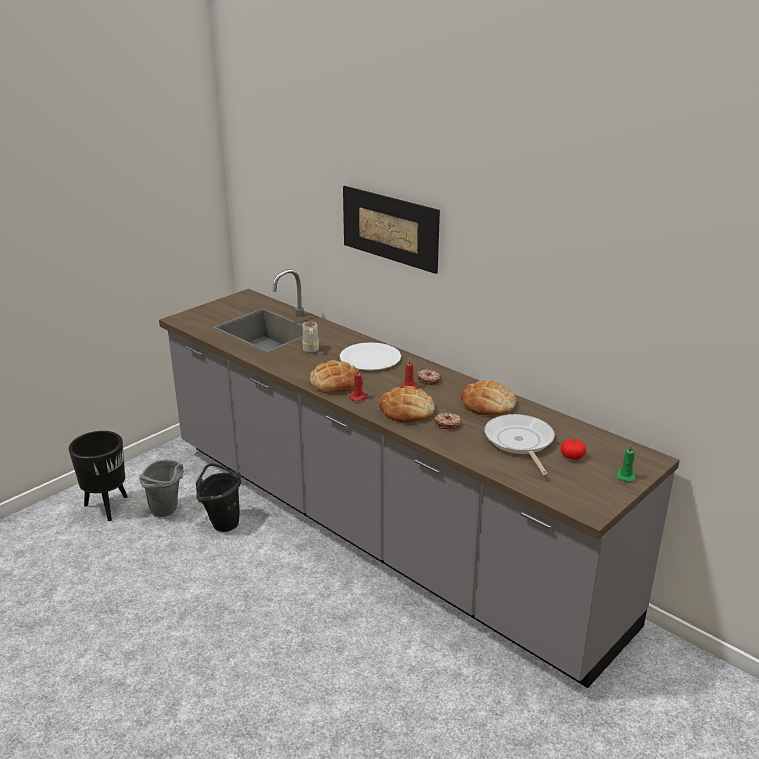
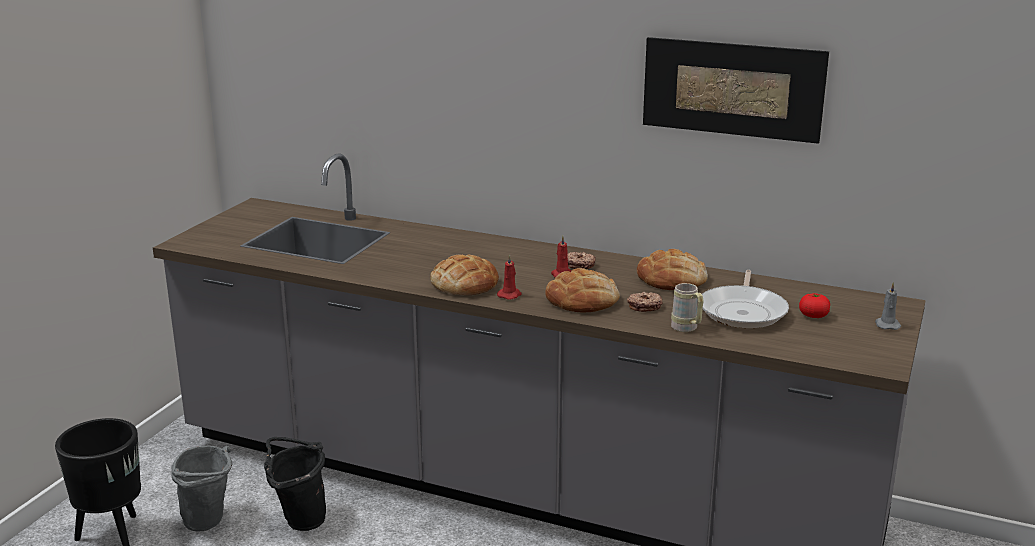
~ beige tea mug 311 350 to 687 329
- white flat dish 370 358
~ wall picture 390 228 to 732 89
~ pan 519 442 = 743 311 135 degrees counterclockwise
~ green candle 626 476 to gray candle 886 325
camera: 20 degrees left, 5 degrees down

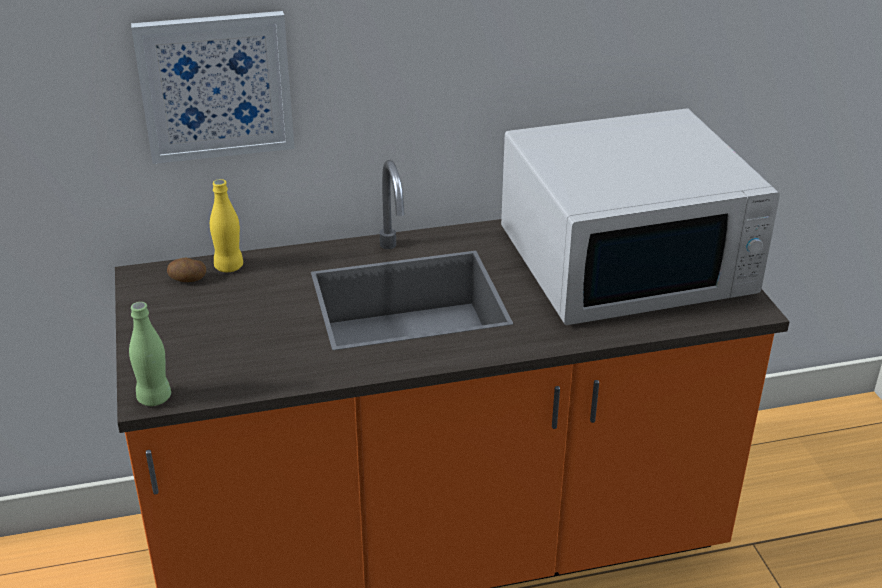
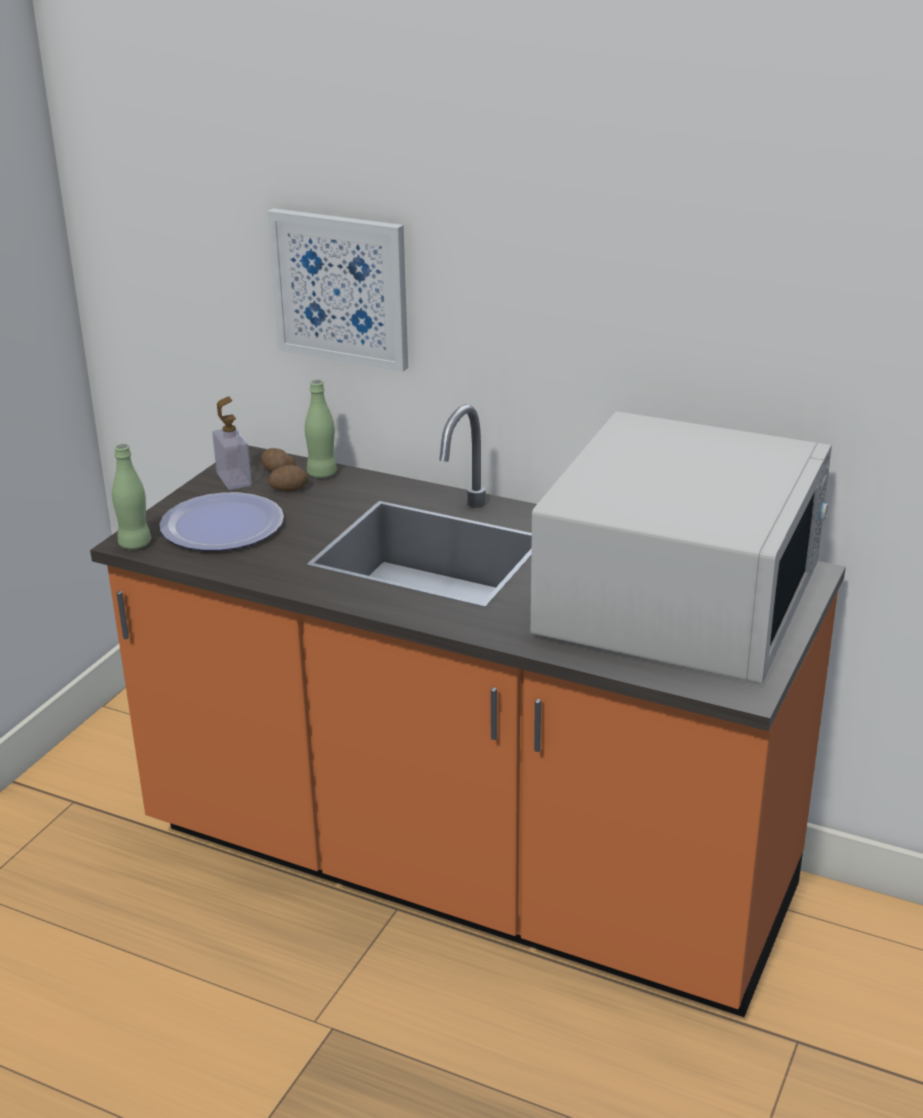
~ yellowish drink bottle 229 266 to green drink bottle 322 474
~ white microwave 627 262 = 681 600 90 degrees counterclockwise
+ flat dish 222 525
+ soap bottle 234 479
+ spud 289 488
camera: 40 degrees right, 5 degrees down

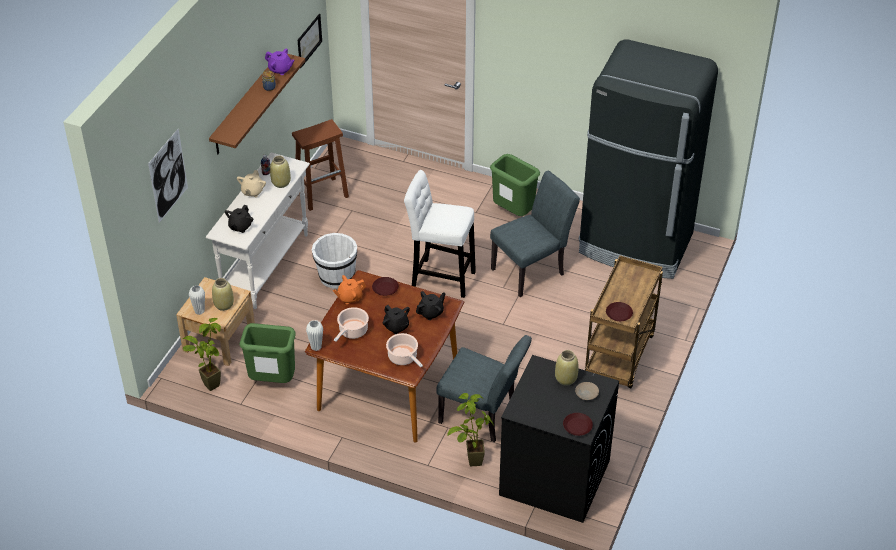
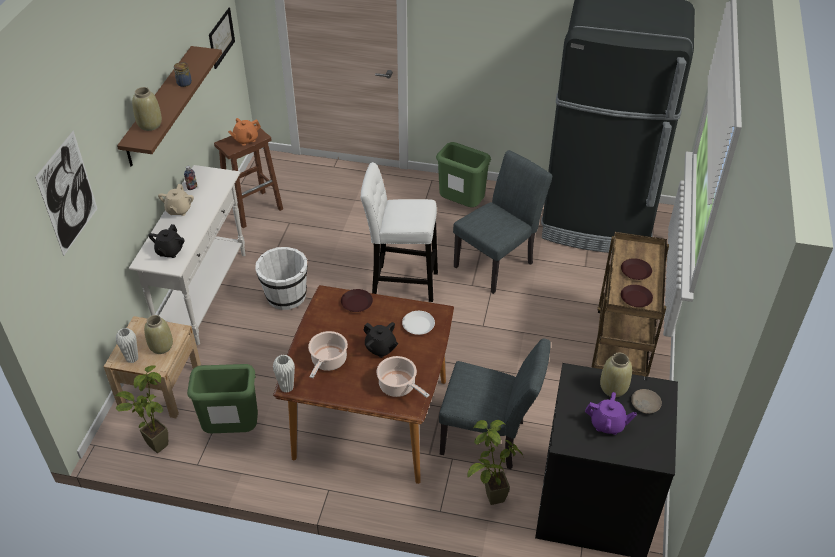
~ purple-coloured tea pot 280 70 to 607 424
~ beige decorative vase 281 182 to 150 125
~ orange-coloured tea pot 349 297 to 245 139
~ black-coloured tea pot 431 313 to white flat dish 418 325
~ brown-coloured flat dish 577 426 to 635 271
camera: 10 degrees left, 0 degrees up

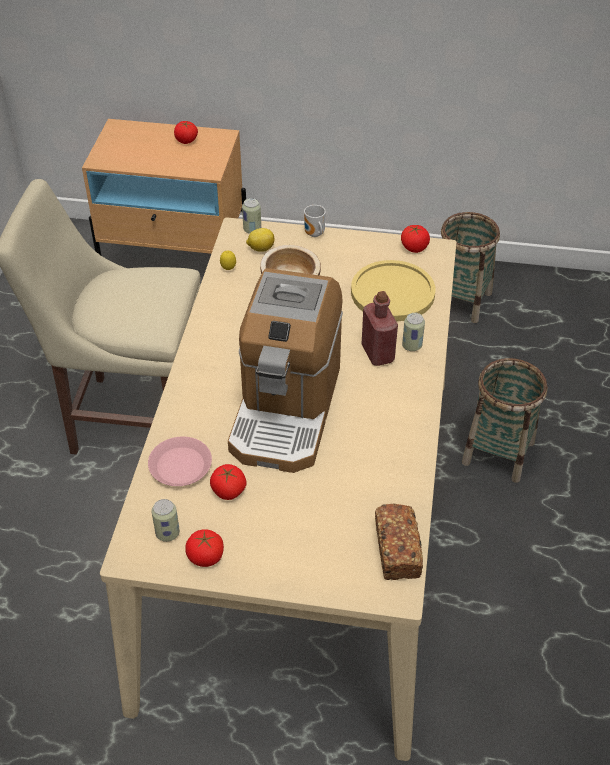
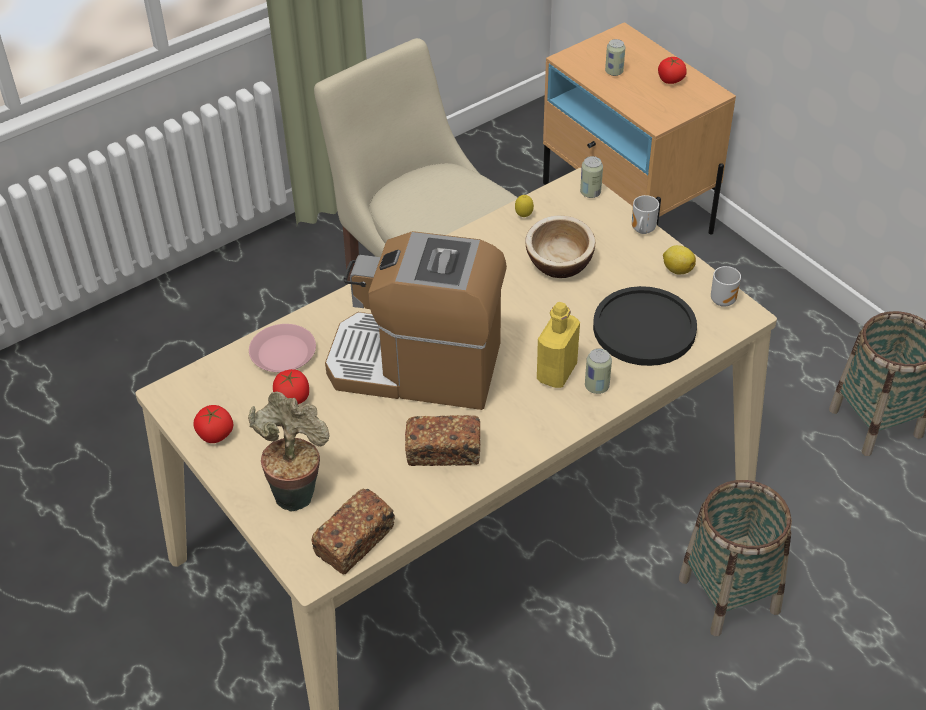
~ metal can 167 533 to 614 72
~ coffee maker 286 409 = 417 366 45 degrees clockwise
~ citrus fruit 260 248 to 677 269
~ yellowish flat dish 392 292 to black-coloured flat dish 644 328
~ reddish drink bottle 377 353 to yellowish drink bottle 556 372
~ whole tomato 414 247 to tea mug 723 300
+ houseplant 296 491
+ bread 443 452
camera: 45 degrees right, 0 degrees up

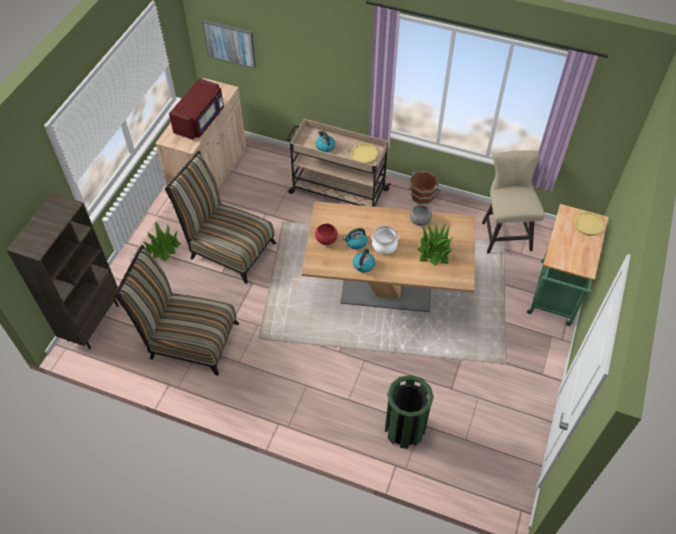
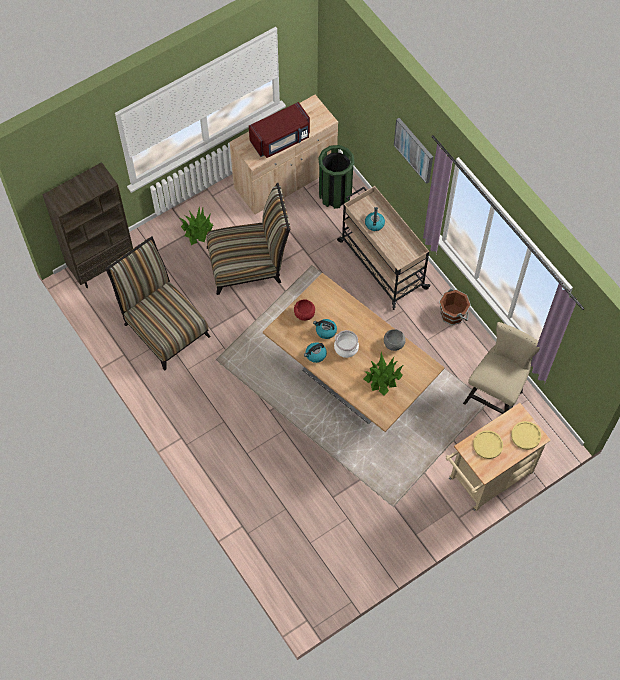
~ plain chair 228 248 = 249 263 105 degrees clockwise
~ wall picture 230 43 to 414 150
~ yellowish flat dish 364 154 to 487 445
~ green trash can 404 429 to 335 194
~ green trolley 554 297 to beige trolley 486 479
camera: 35 degrees right, 10 degrees up

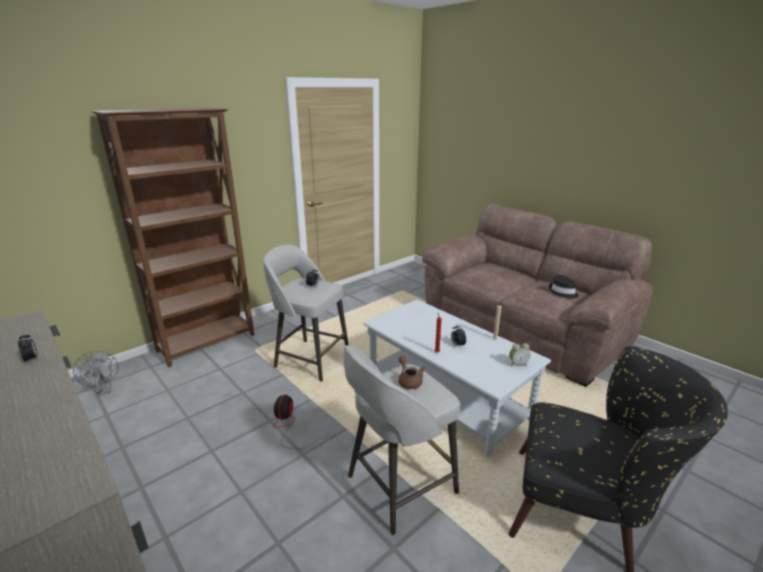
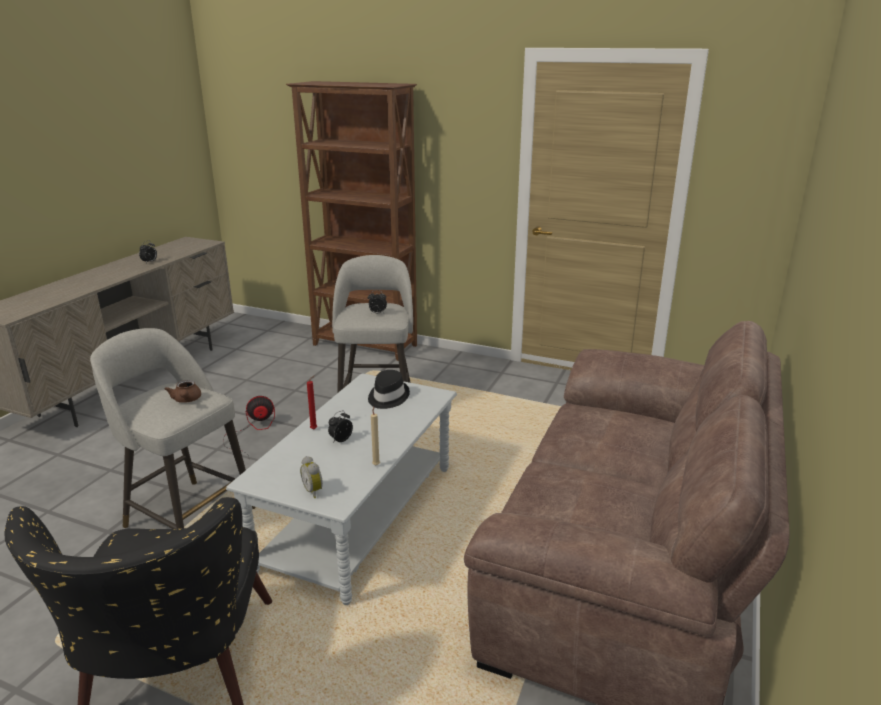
- gray electric fan 104 390
~ brown-coloured tea pot 409 380 = 186 400 120 degrees clockwise
~ black-coloured clothing hat 563 292 to 387 397
camera: 65 degrees right, 0 degrees up

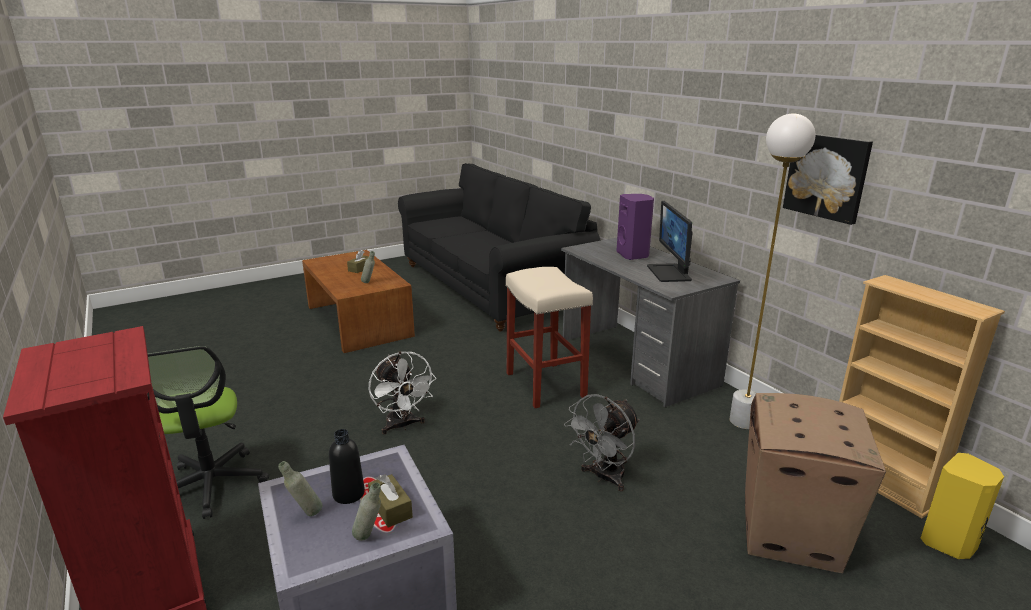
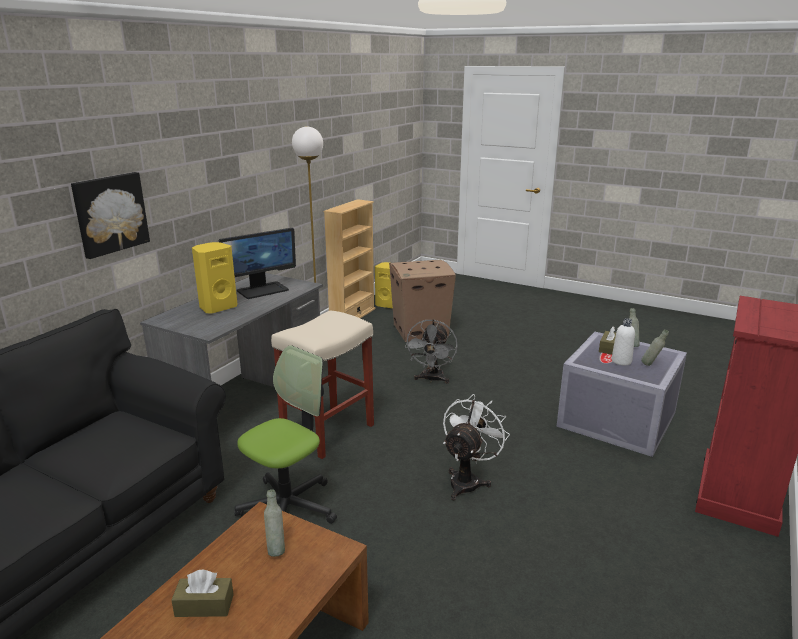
~ computer chair 211 484 to 288 507
~ black-coloured drink bottle 348 494 to white drink bottle 621 361
~ gray electric fan 604 478 = 431 379 90 degrees clockwise
~ purple-coloured audio speaker 633 255 to yellowish audio speaker 217 307
~ wall picture 827 176 to 110 214
camera: 120 degrees left, 0 degrees up

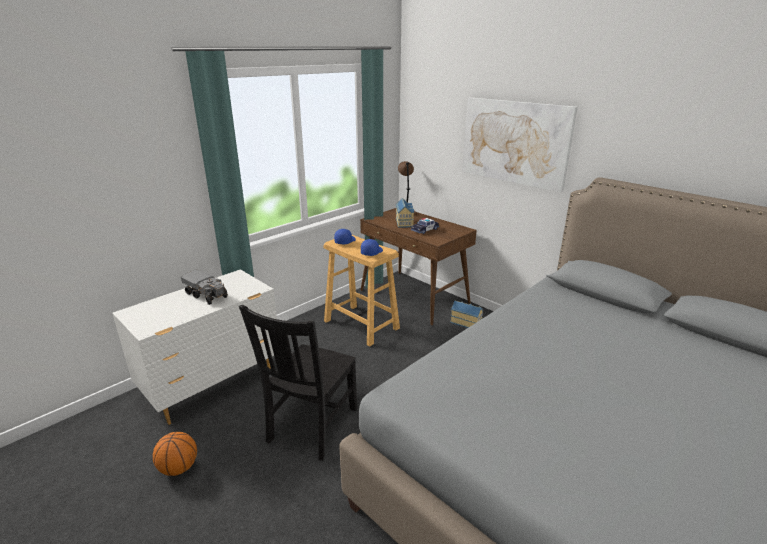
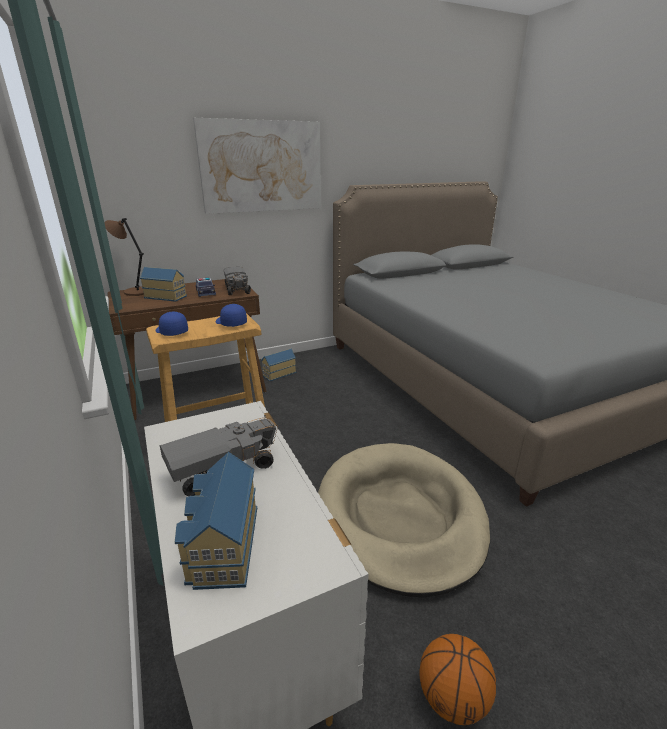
~ black-coloured plain chair 311 426 to beige dog bed 399 516
+ toy house 221 545
+ model truck 237 290
camera: 70 degrees left, 0 degrees up

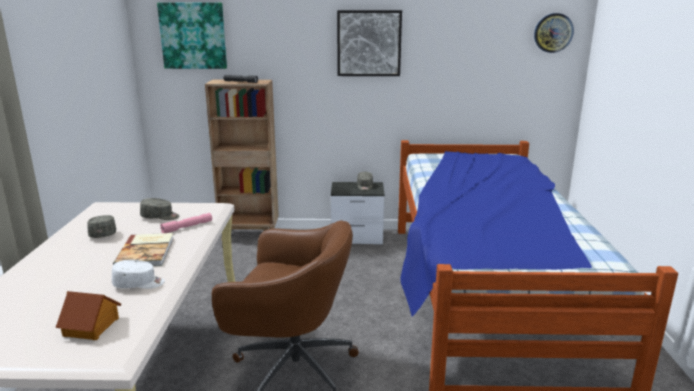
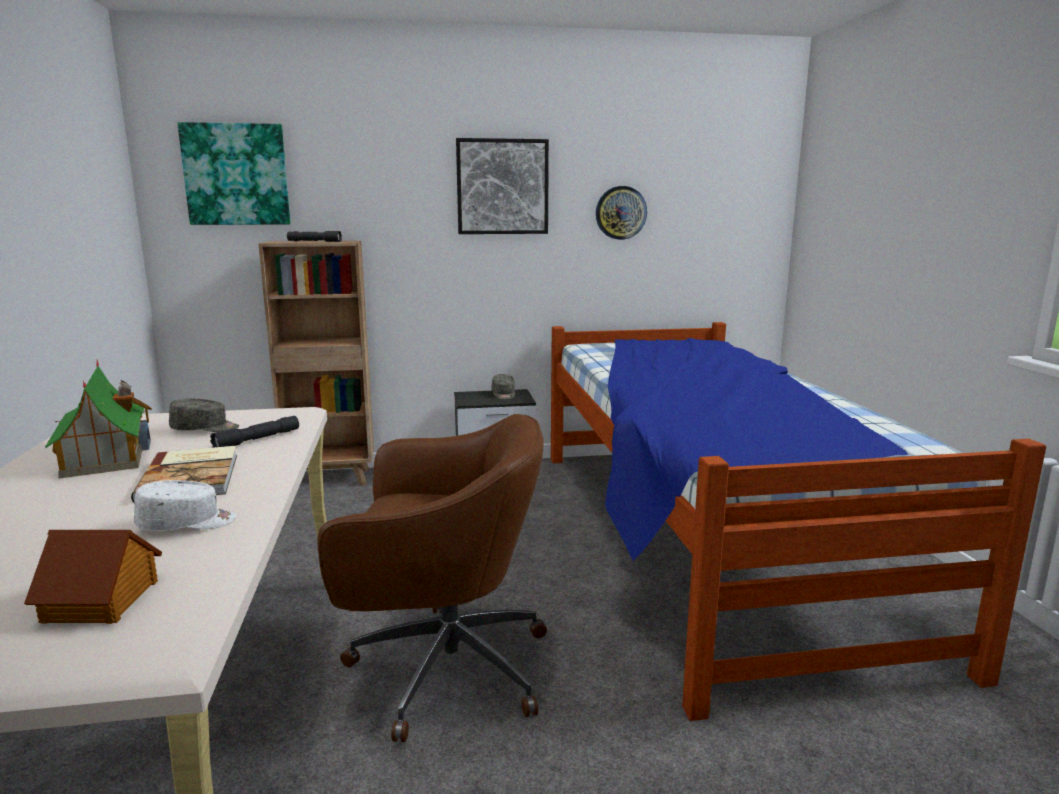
~ gray cap 103 233 to toy house 105 456
~ pinkish hand torch 187 227 to gray hand torch 257 439
~ wall clock 553 33 to 620 212
camera: 10 degrees left, 5 degrees down

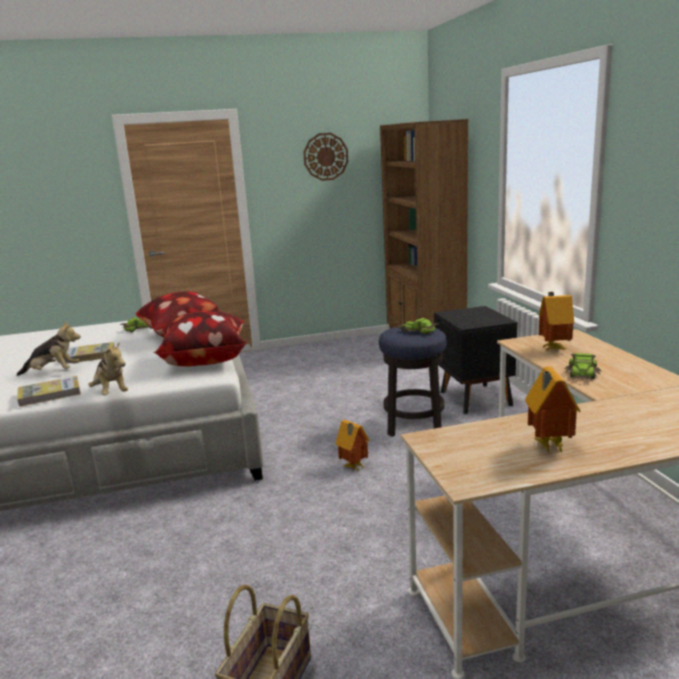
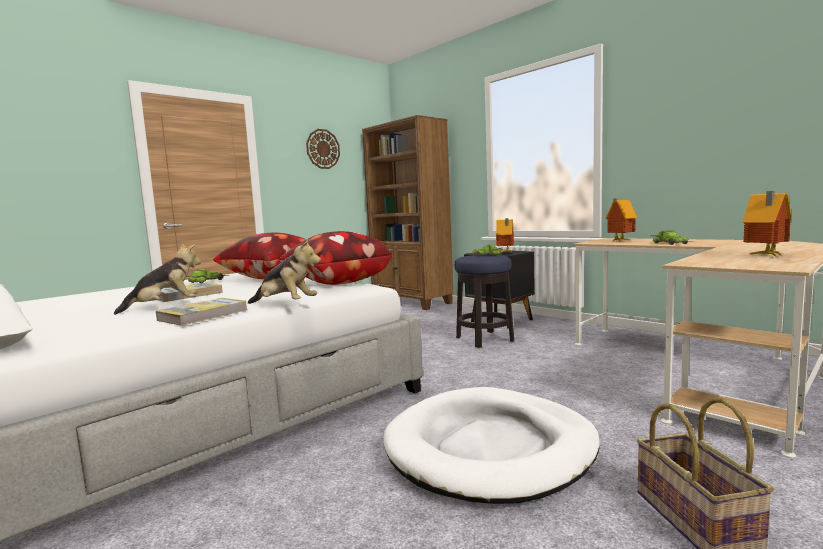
~ toy house 353 467 to 505 253
+ white dog bed 491 448
camera: 30 degrees left, 10 degrees down

